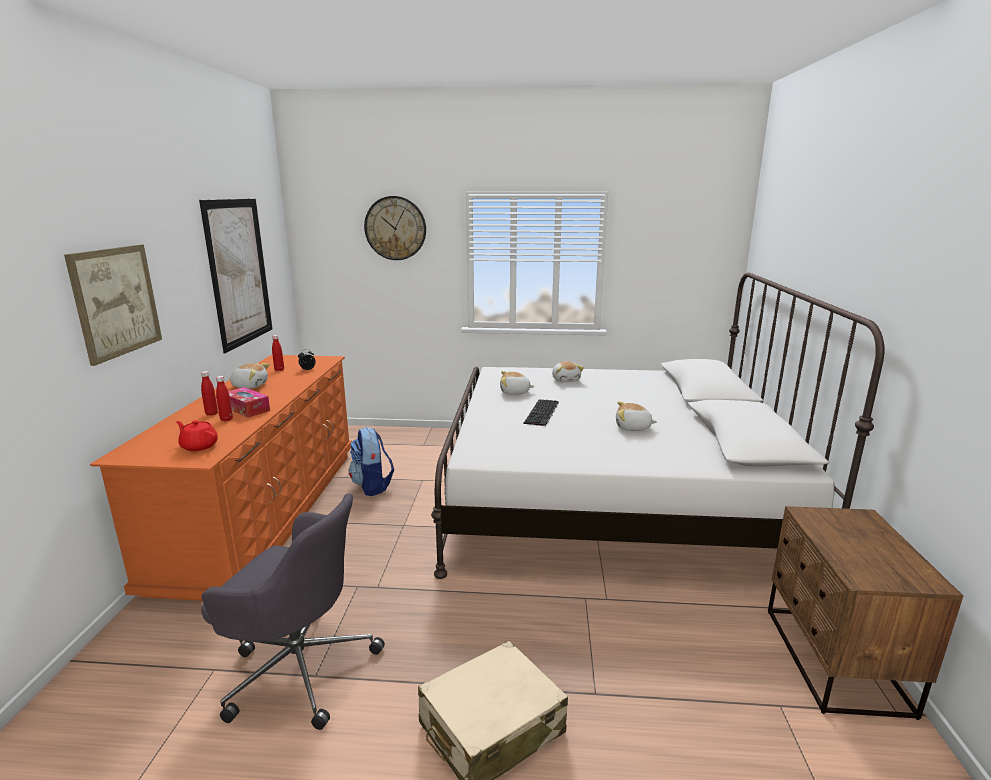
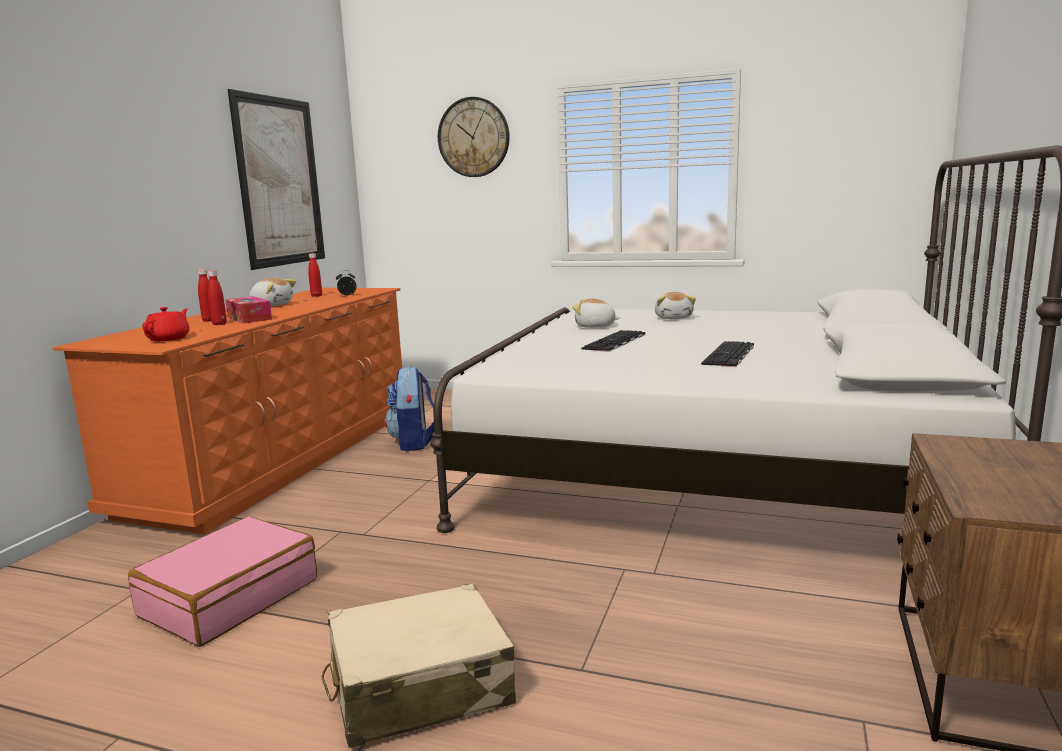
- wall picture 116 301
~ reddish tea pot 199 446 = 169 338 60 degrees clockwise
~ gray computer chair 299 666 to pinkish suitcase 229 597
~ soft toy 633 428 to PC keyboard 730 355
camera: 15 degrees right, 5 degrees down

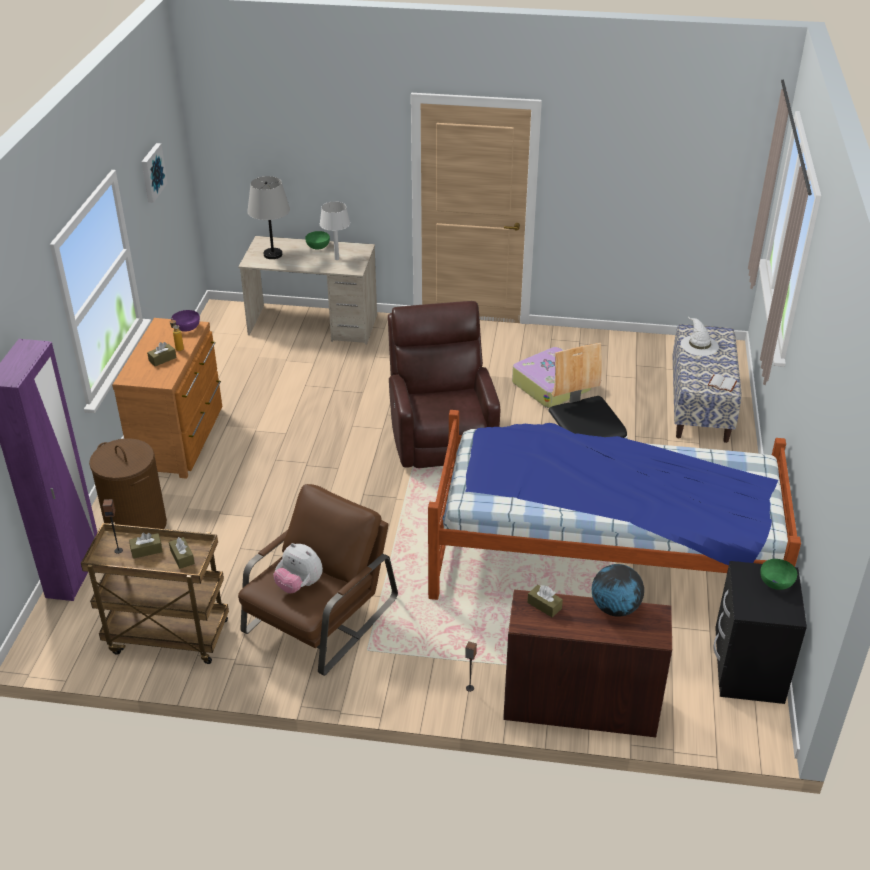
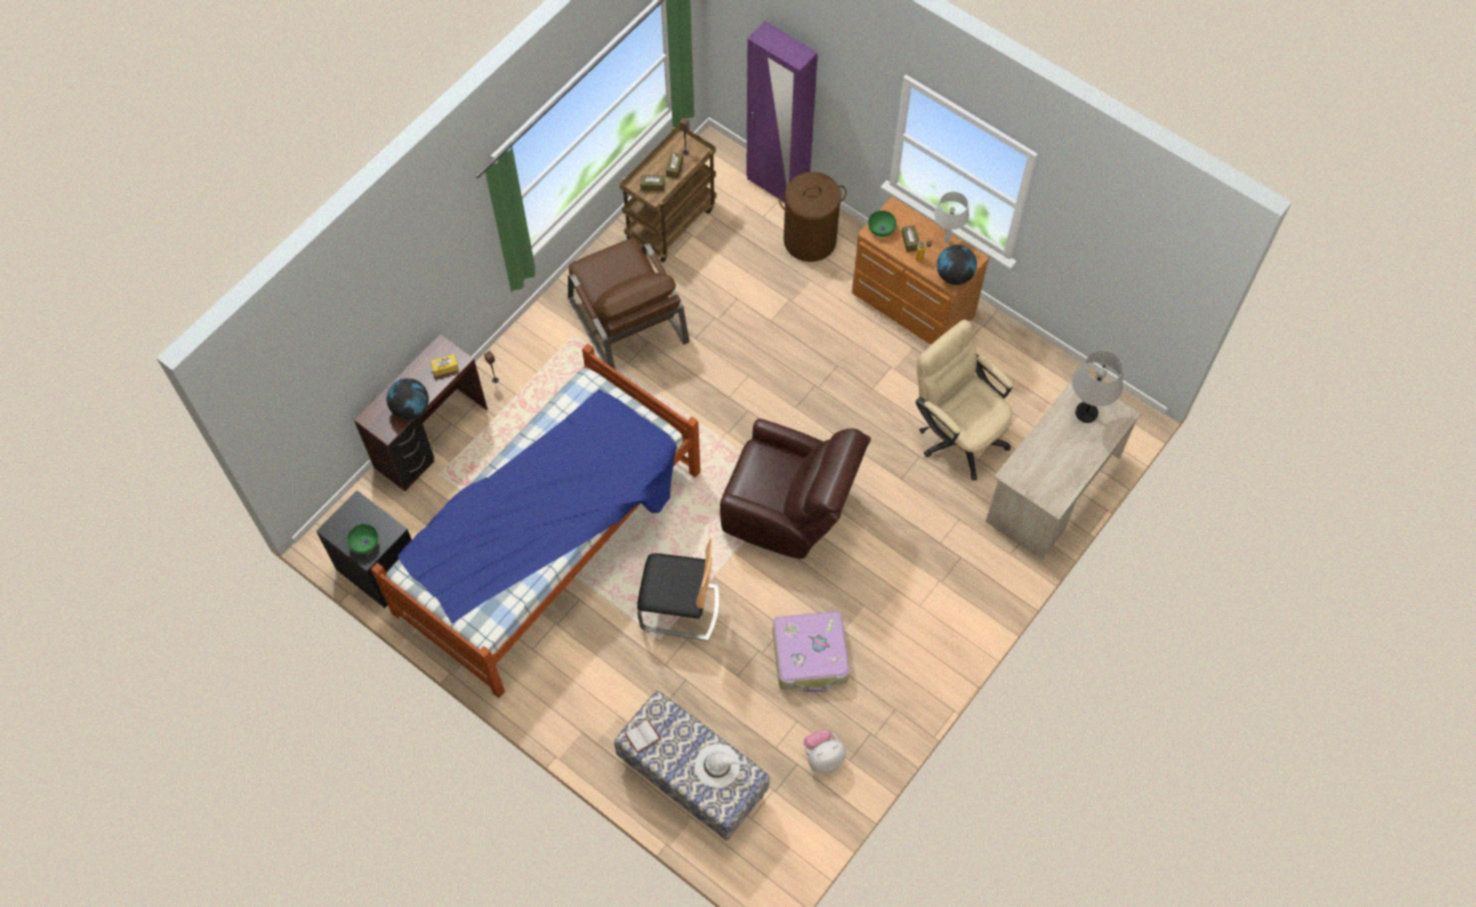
- wall picture 152 172
~ purple-coloured bowl 186 328 to desk globe 954 275
~ soft toy 299 585 to 823 756
~ green bowl 318 246 to 881 229
~ gray tabletop lamp 336 259 to 946 240
~ brown-coloured tissue box 544 605 to yellowish tissue box 445 368
+ beige computer chair 957 433
camera: 120 degrees right, 25 degrees up

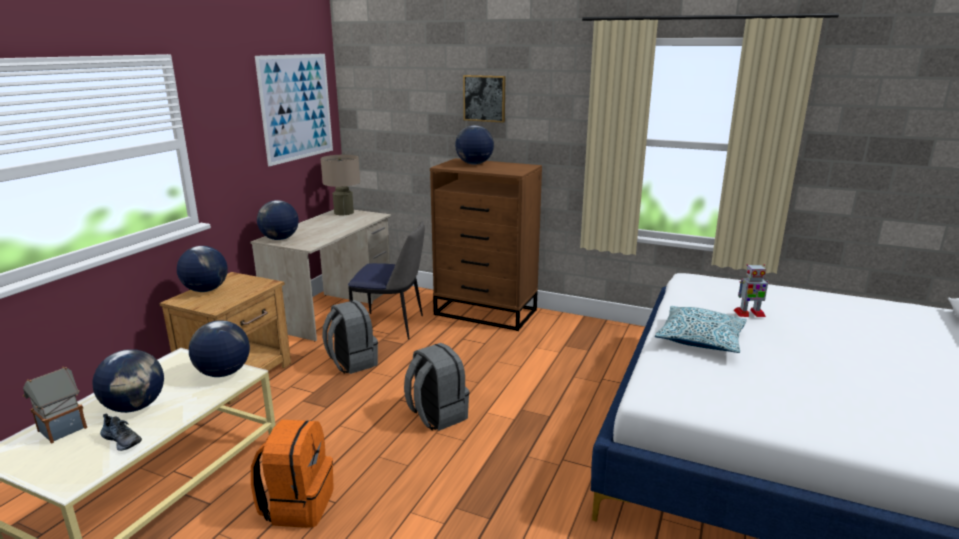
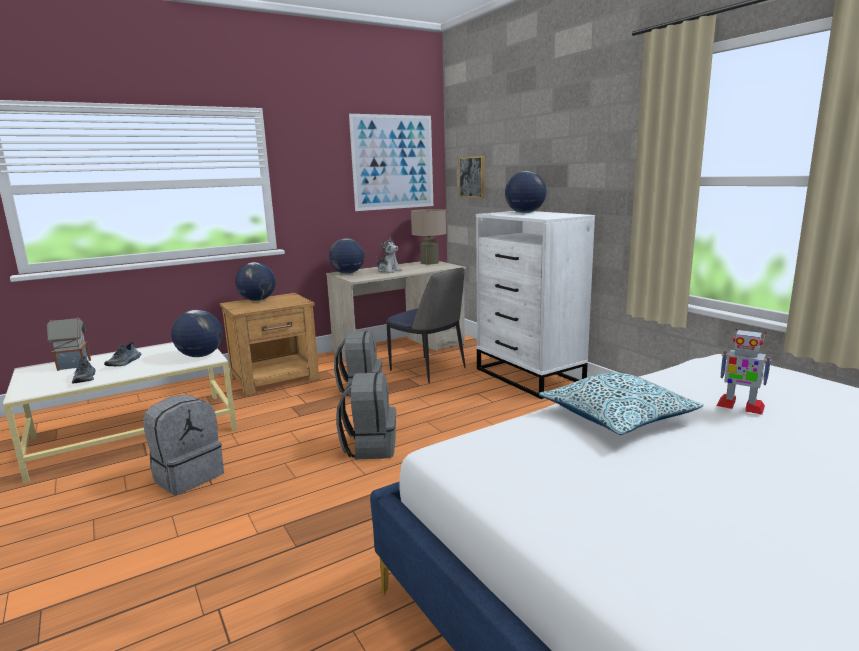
~ desk globe 135 407 to low shoe 124 363
~ orange-coloured rucksack 297 505 to gray rucksack 188 476
~ brown-coloured dresser 486 312 to white dresser 529 377
~ wall picture 484 98 to 472 177
+ soft toy 388 271
camera: 35 degrees right, 5 degrees down

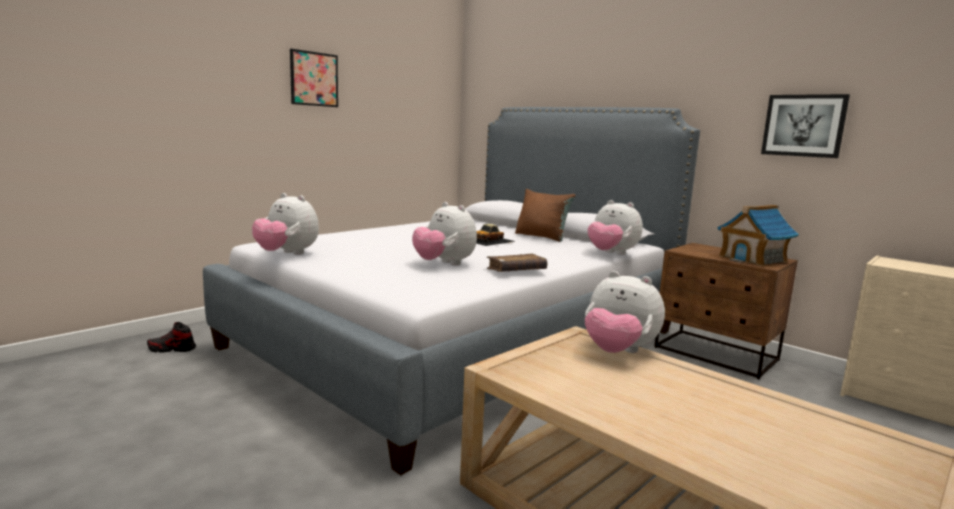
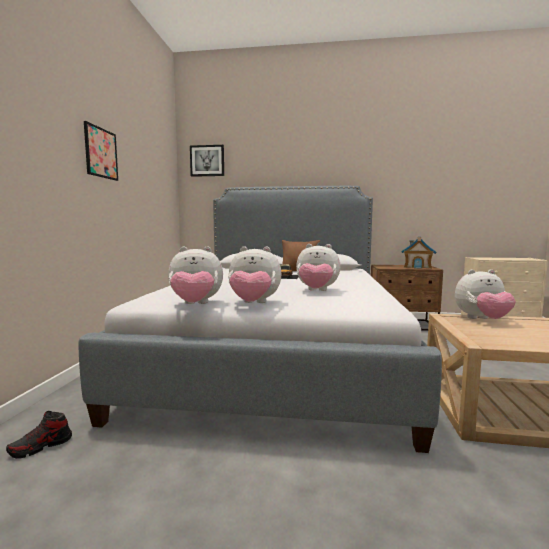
- brown-coloured volume 516 271
~ soft toy 611 254 to 253 304
~ wall picture 803 125 to 207 161
camera: 35 degrees left, 5 degrees down

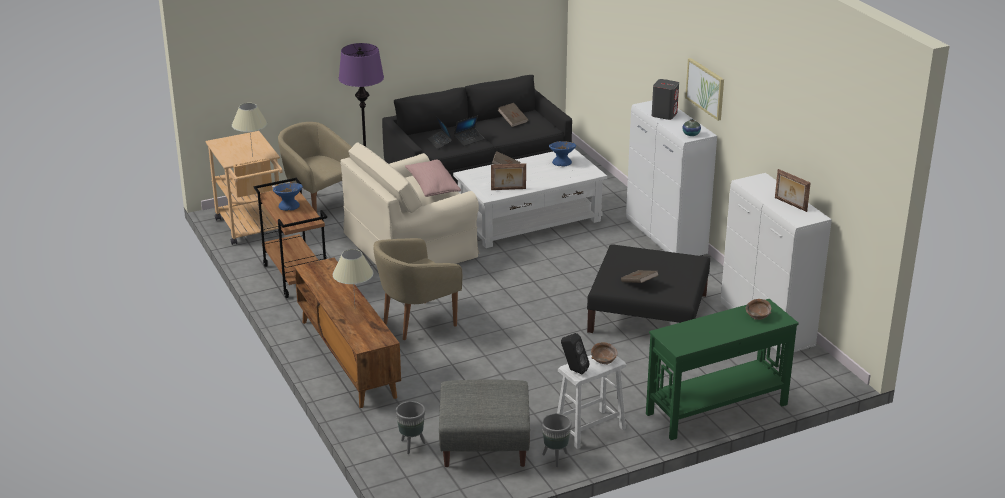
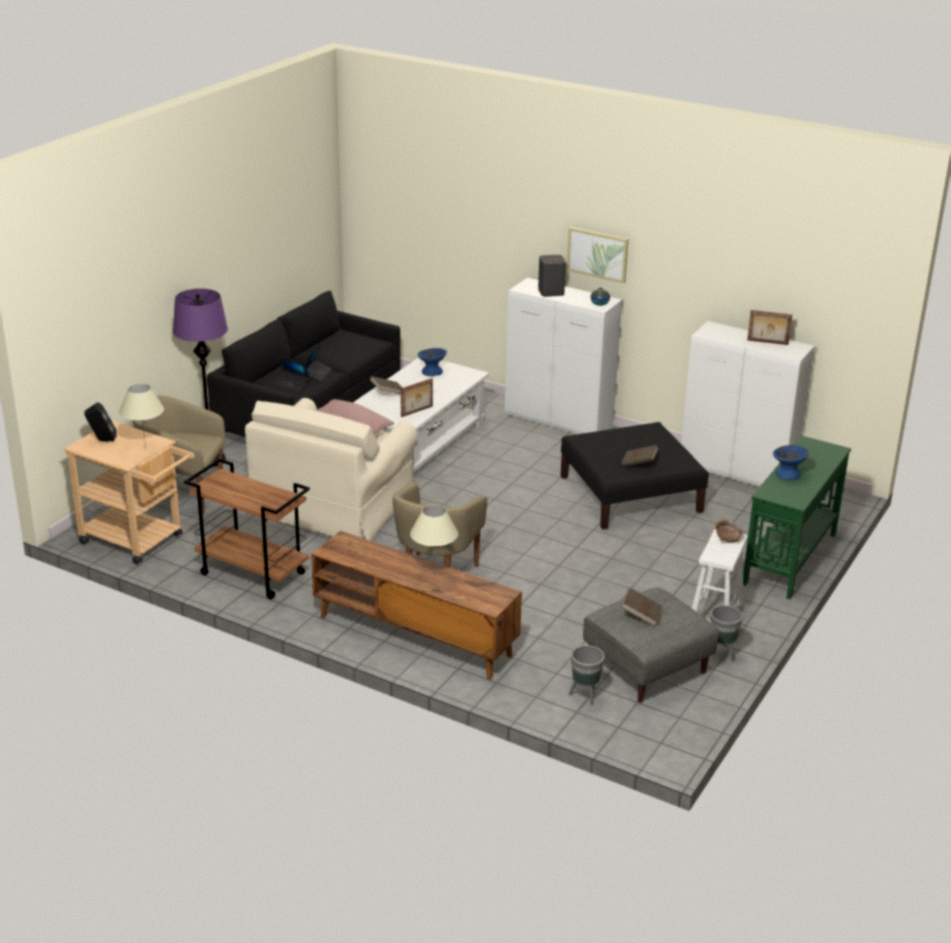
~ blue bowl 289 206 to 788 474
~ brown-coloured volume 513 121 to 641 615
~ black-coloured audio speaker 573 370 to 102 441
- brown-coloured bowl 757 316
camera: 35 degrees left, 0 degrees up

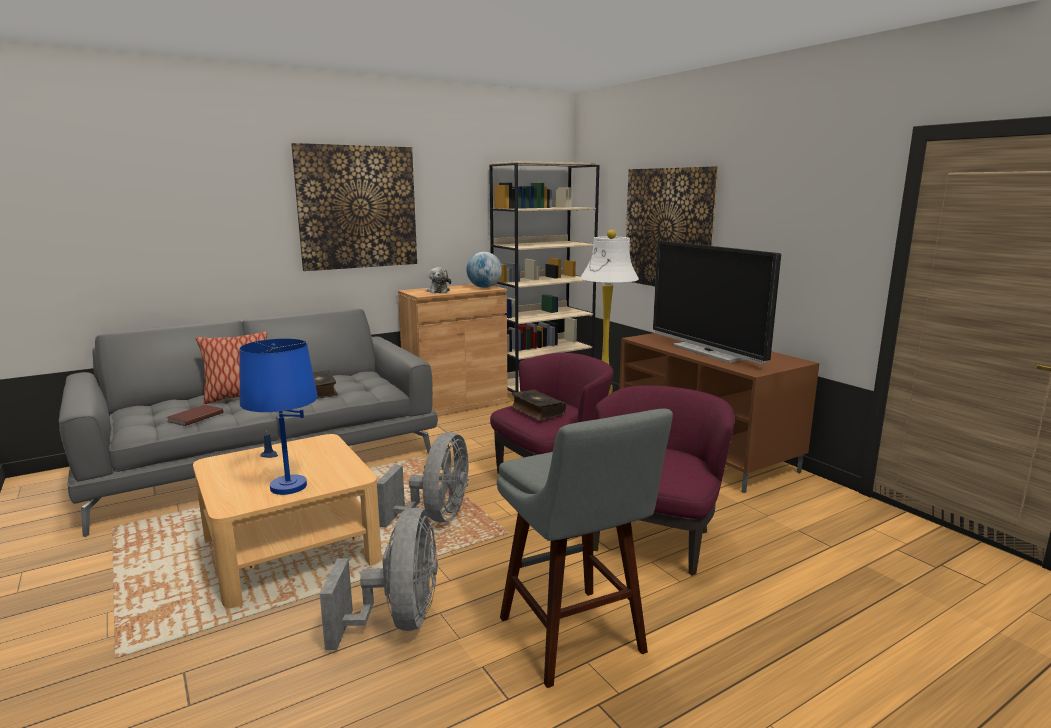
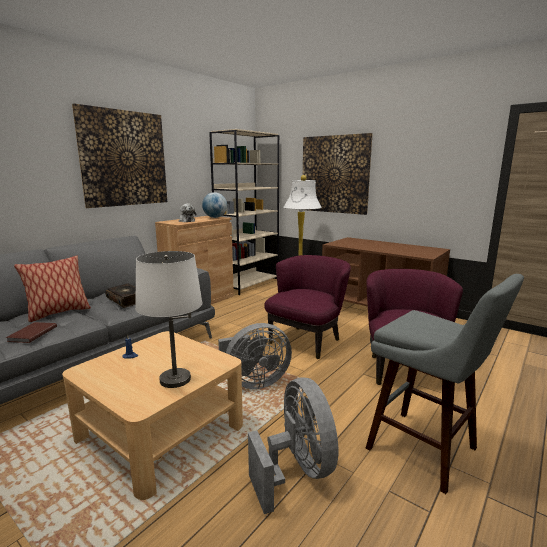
~ blue tabletop lamp 288 487 to white tabletop lamp 175 380
~ gray electric fan 436 517 = 254 382 75 degrees clockwise
- volume 536 411
- TV set 708 352
camera: 20 degrees left, 0 degrees up

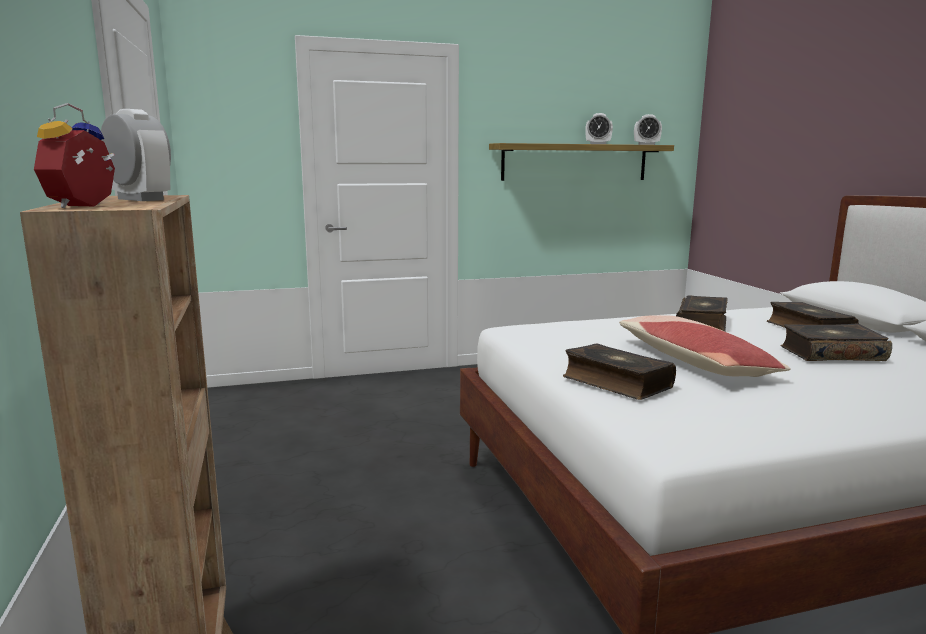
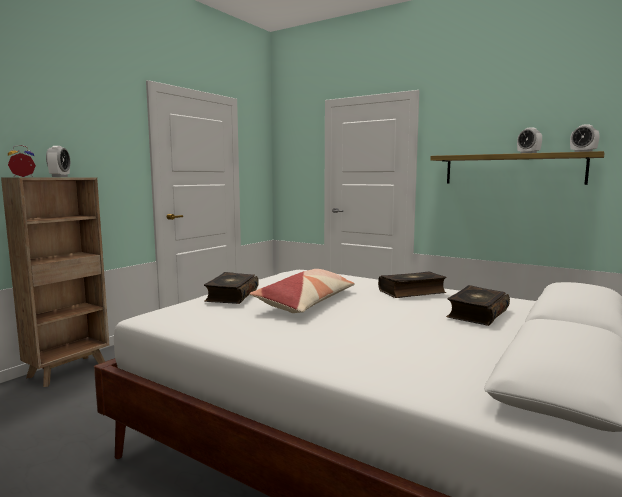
- volume 831 354
camera: 50 degrees right, 5 degrees down

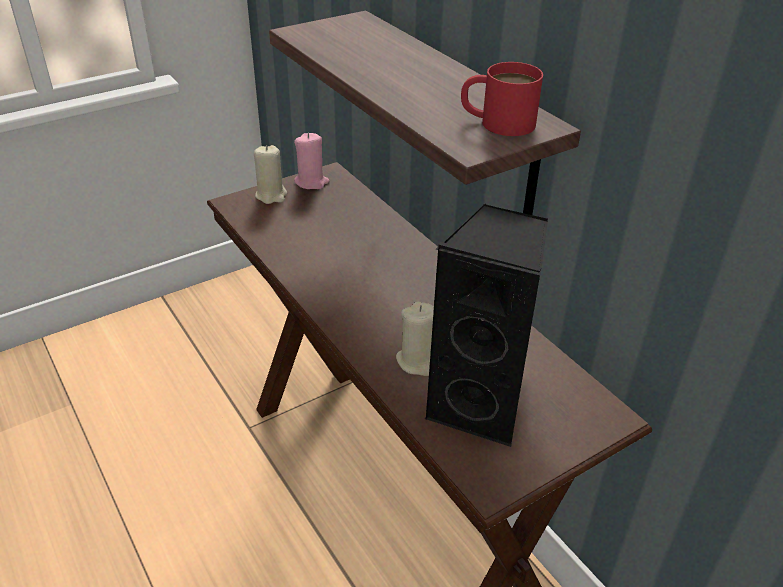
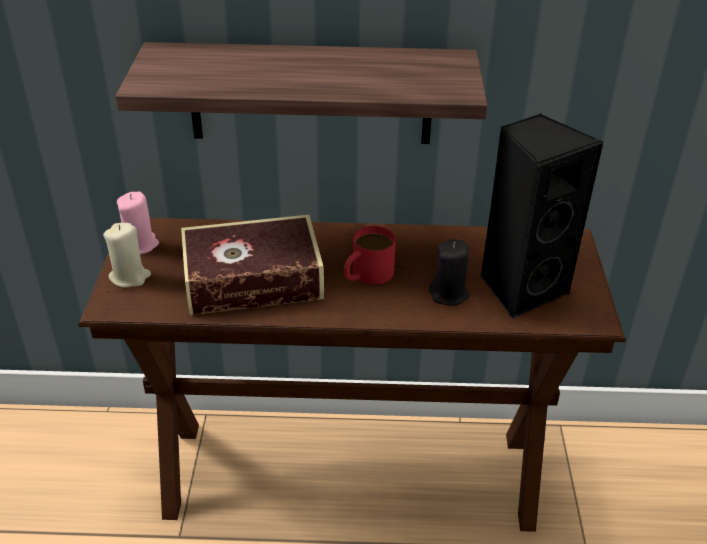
~ beige candle 418 362 to black-coloured candle 449 294
~ reddish tea mug 497 122 to 366 275
+ volume 253 279
camera: 55 degrees left, 0 degrees up

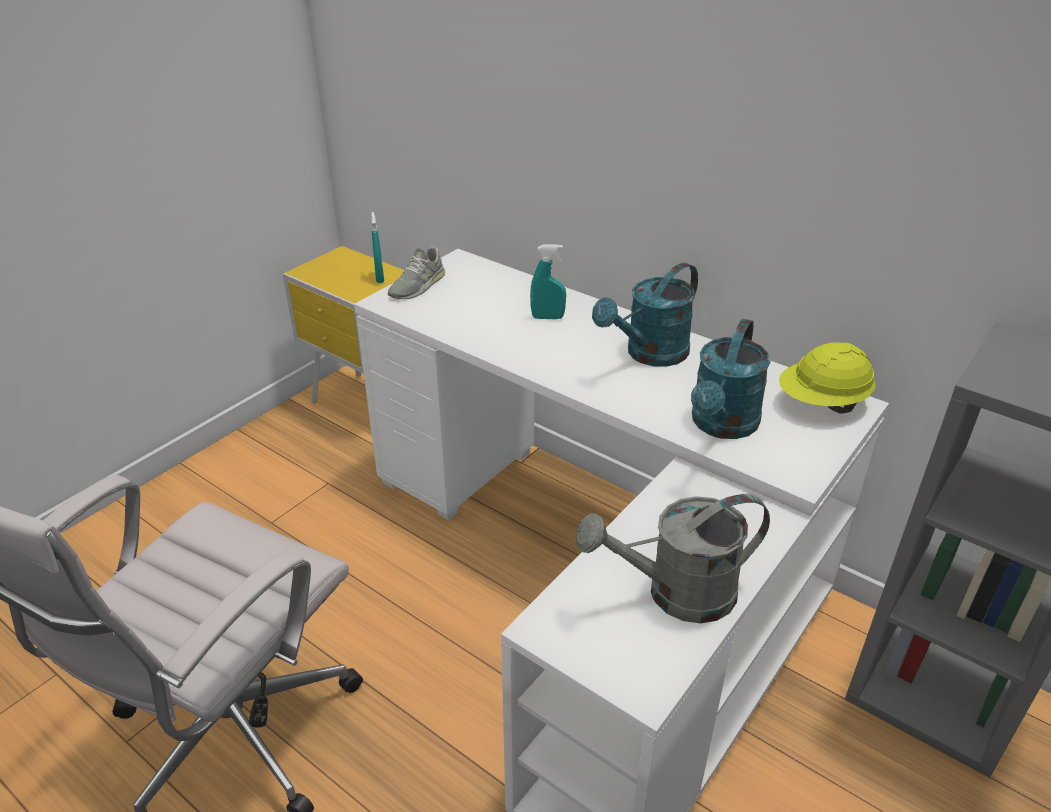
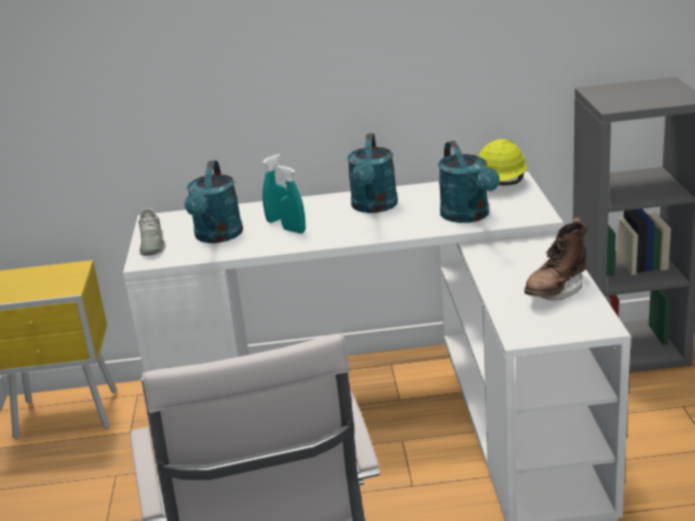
~ blue-green spray bottle 379 278 to 294 230
~ gray sprinkling can 676 594 to brown-coloured high-top boot 555 291
+ blue-green sprinkling can 217 237
camera: 40 degrees left, 10 degrees down

